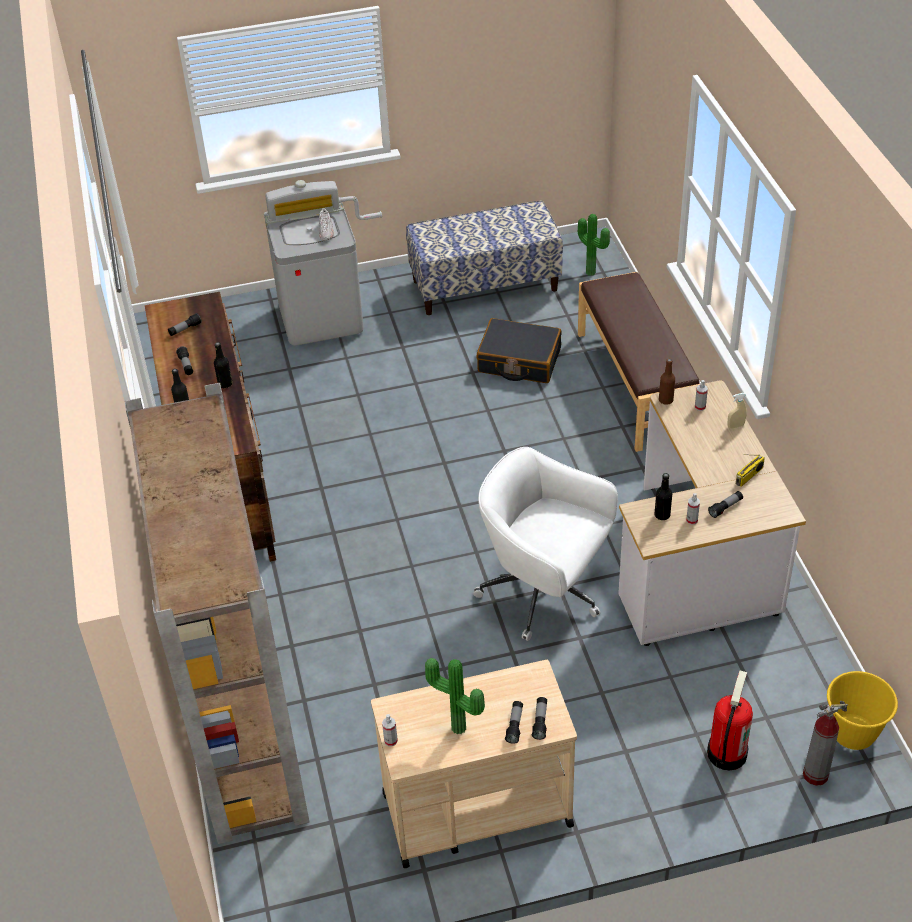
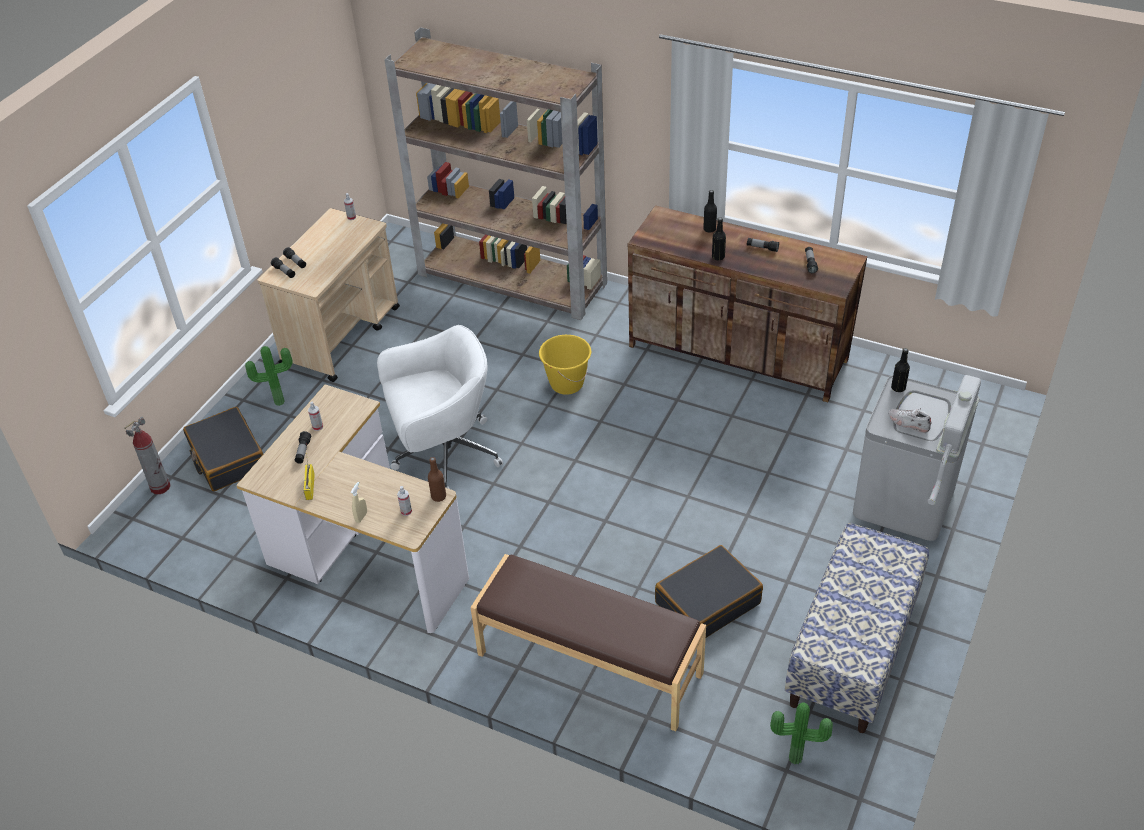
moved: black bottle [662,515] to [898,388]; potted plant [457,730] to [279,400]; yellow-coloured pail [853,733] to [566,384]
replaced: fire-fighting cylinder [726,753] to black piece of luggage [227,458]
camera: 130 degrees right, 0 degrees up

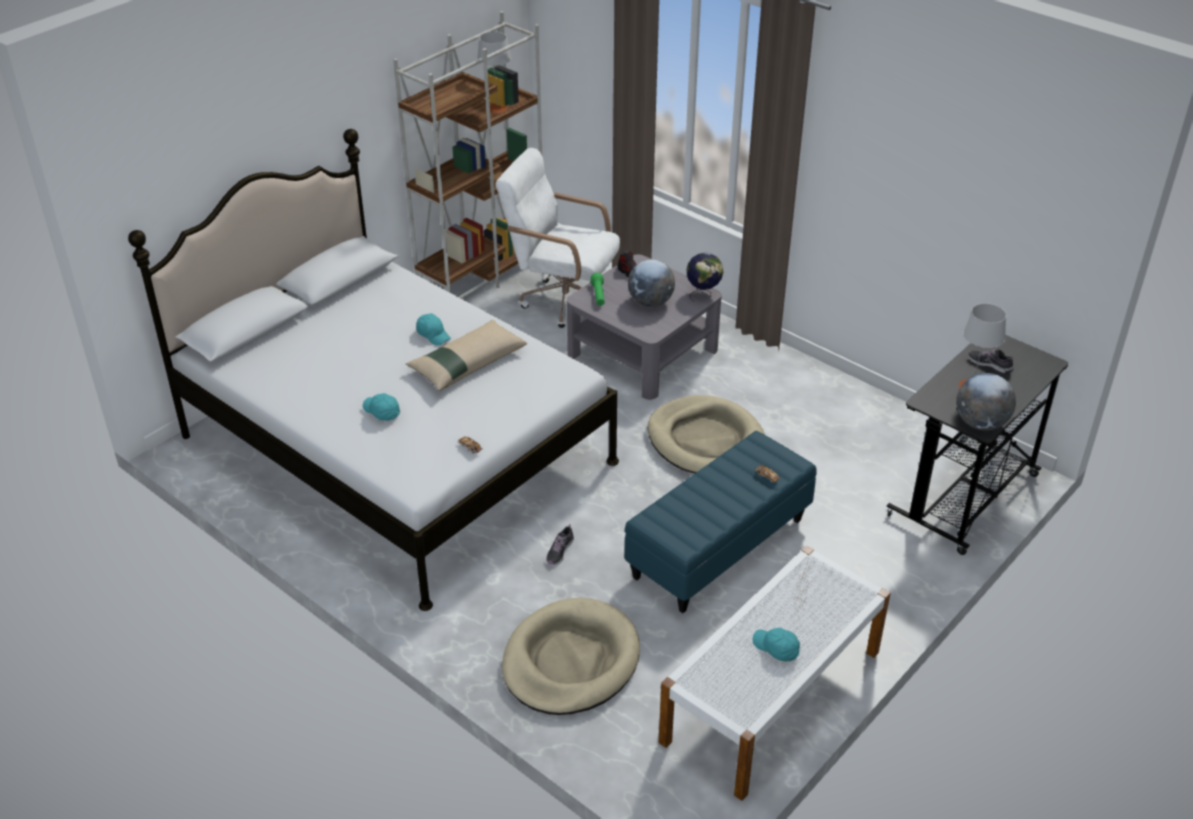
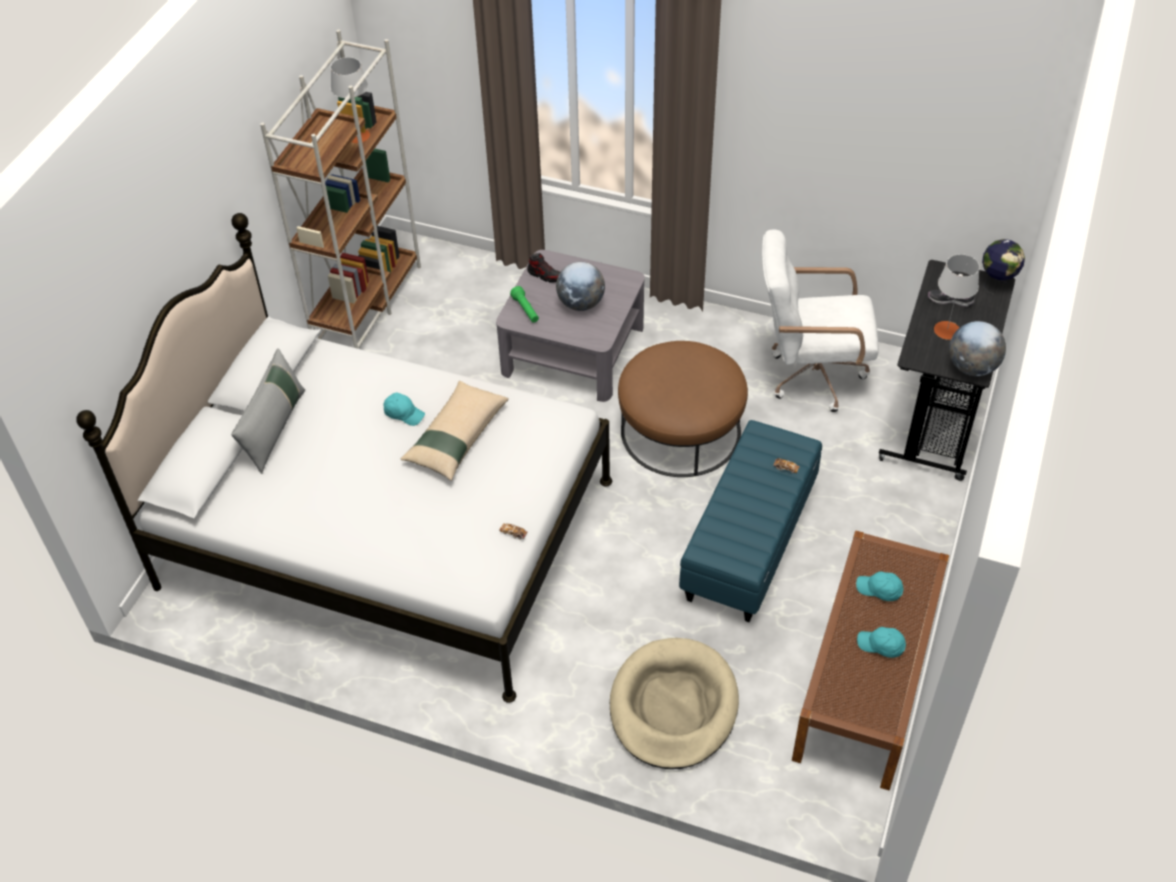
removed: shoe [559,551]
added: gray throw pillow [274,428]
moved: whitish computer chair [561,301] to [809,377]; world globe [703,294] to [997,283]; turquoise baseball cap [381,412] to [879,590]
replaced: beige-coloured dog bed [705,440] to brownish ottoman [680,430]
recoloured: whitish bench [773,697] to brownish bench [867,679]
camera: 20 degrees left, 10 degrees up

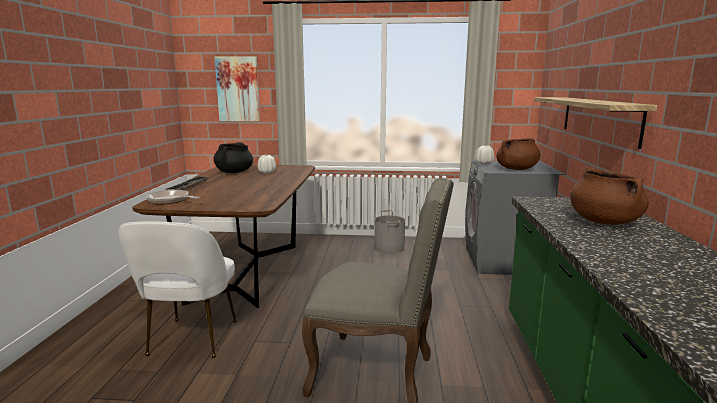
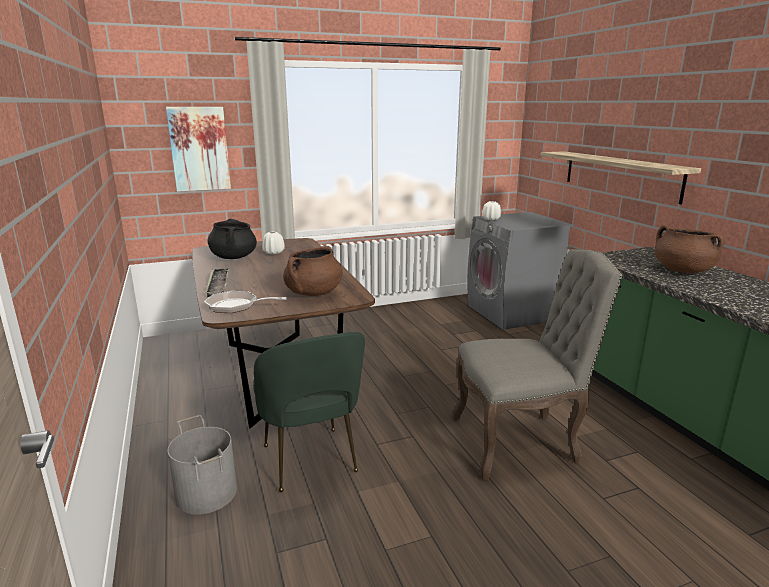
moved: brownish saucepot [516,169] to [313,293]; gray pail [389,248] to [207,492]
recoloured: whitish plain chair [190,342] to green-coloured plain chair [311,464]
camera: 25 degrees left, 5 degrees up

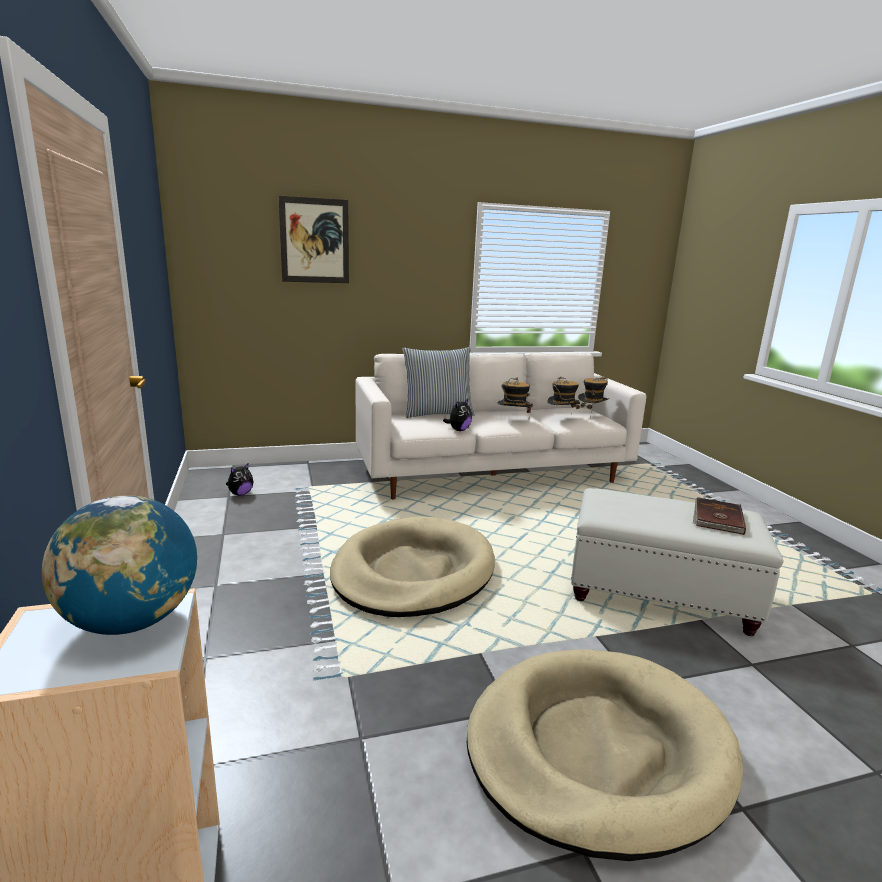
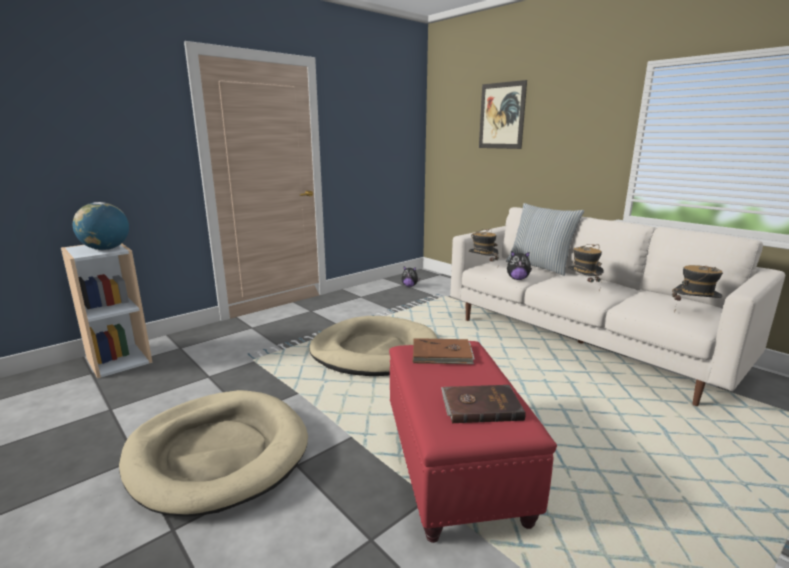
added: brownish volume [442,354]
moved: hat [561,418] to [482,267]
recoloured: whitish ottoman [660,594] to reddish ottoman [454,466]
camera: 65 degrees right, 0 degrees up

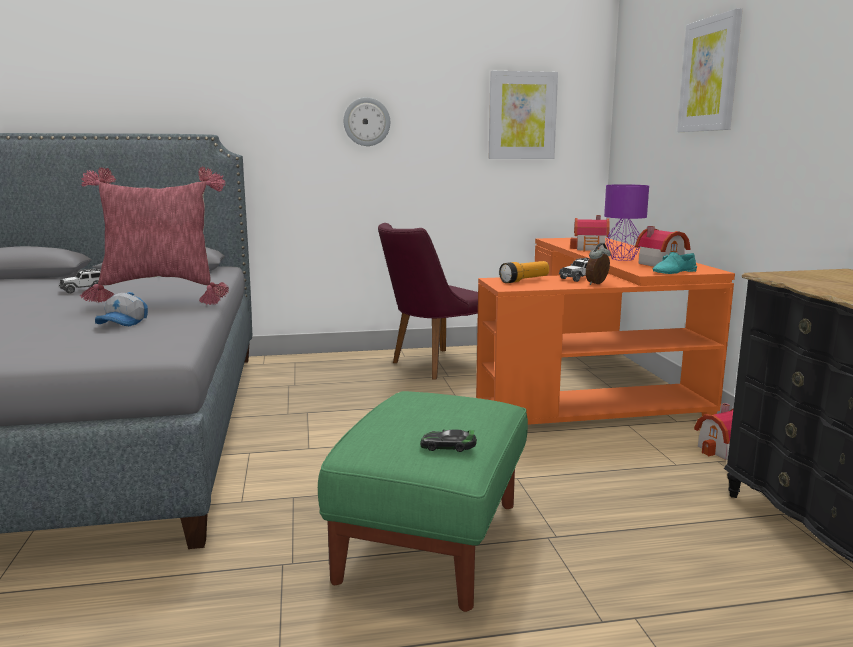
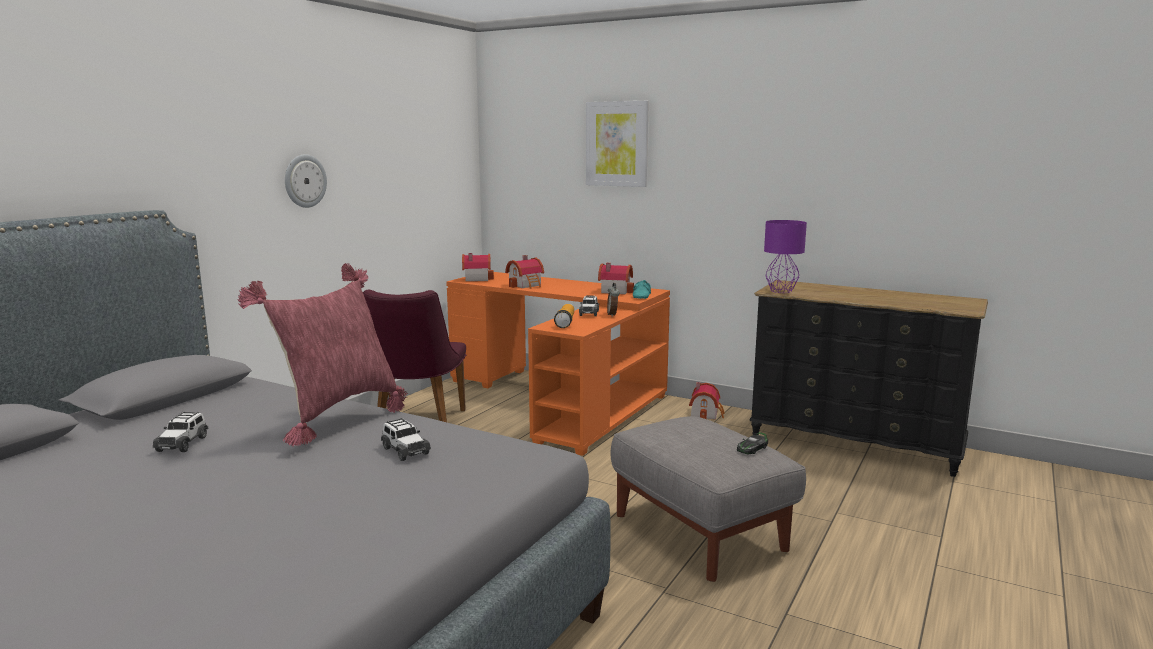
removed: picture [522,115]
added: model house [476,279]
moved: purple table lamp [622,259] to [780,291]
replaced: baseball cap [123,323] to miniature car [404,451]
recoloured: green-coloured ottoman [430,543] to gray ottoman [700,533]
camera: 50 degrees left, 0 degrees up

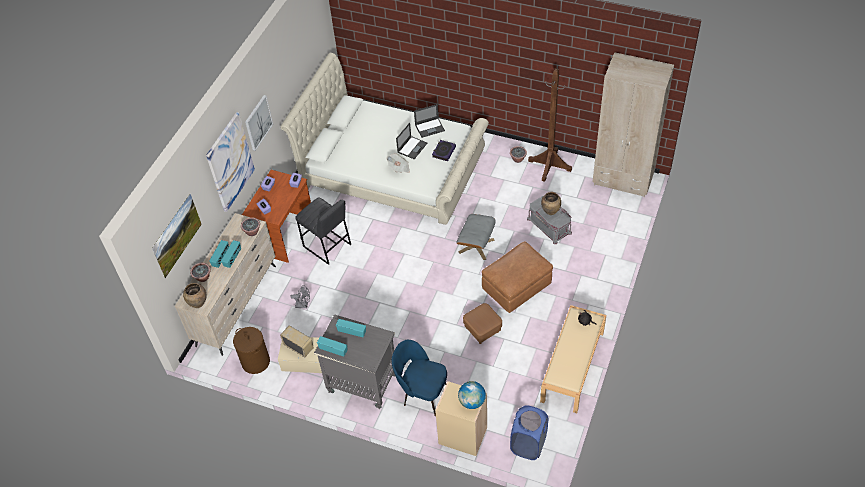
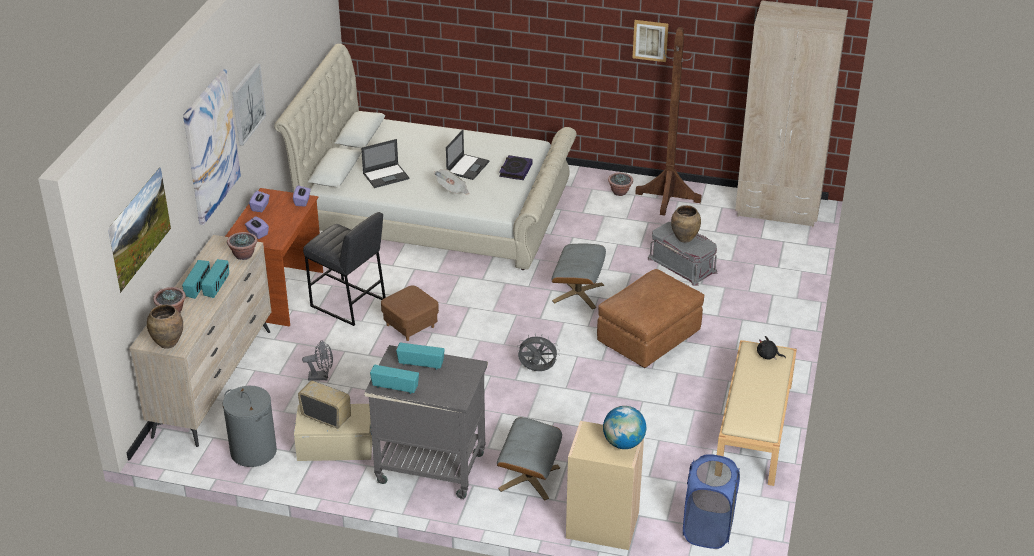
added: picture [650,40]; gray electric fan [537,370]
moved: portable computer [430,127] to [386,176]; brownish ottoman [482,330] to [410,326]
replaced: blue-coloured plain chair [422,395] to gray ottoman [529,478]
recoloured: brownish hamper [255,361] to gray hamper [253,451]
camera: 10 degrees left, 15 degrees down

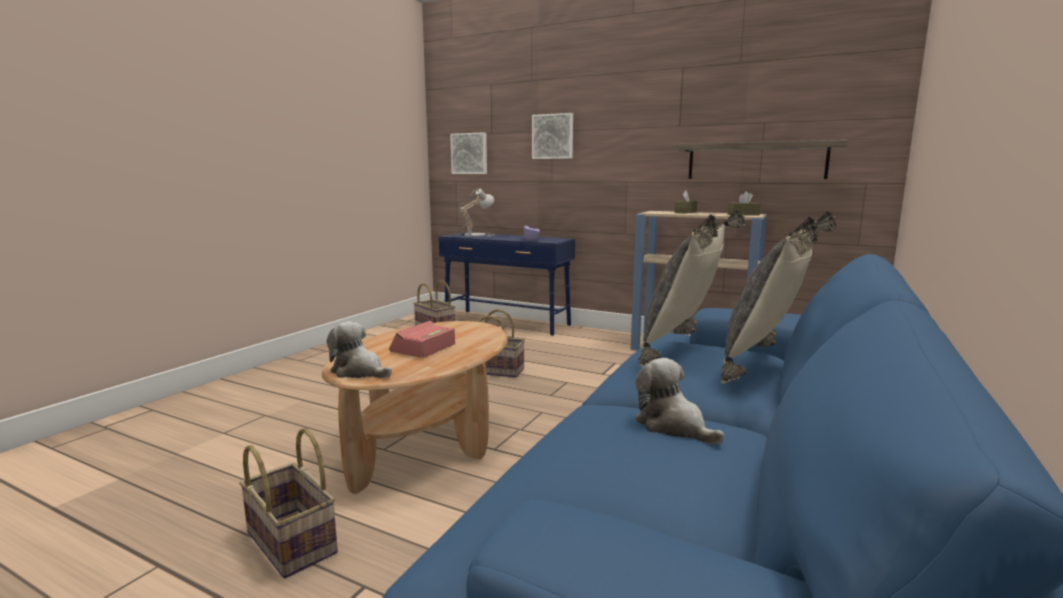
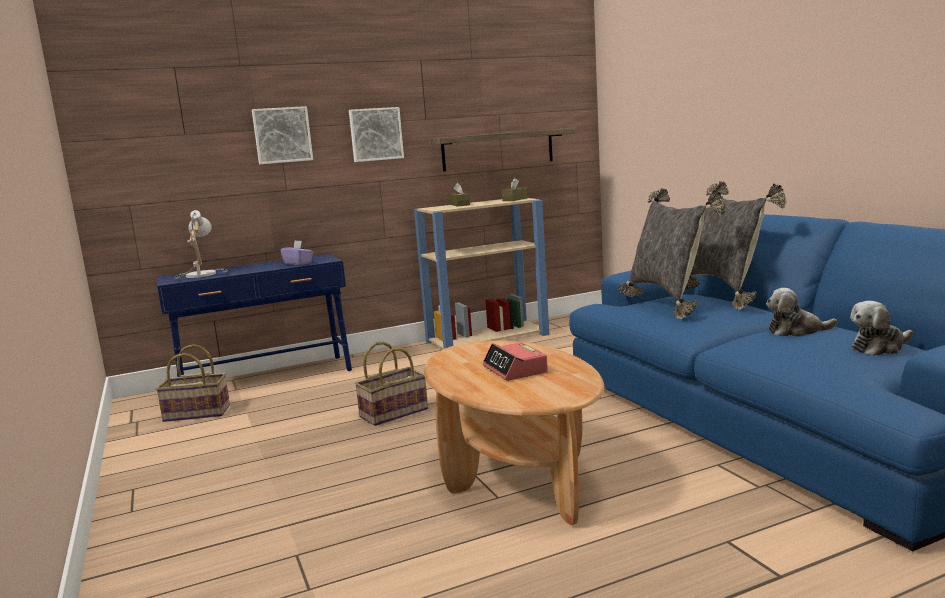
removed: household basket [293,542]
moved: picture [470,153] to [375,134]; soft toy [359,372] to [879,348]
camera: 50 degrees left, 0 degrees up

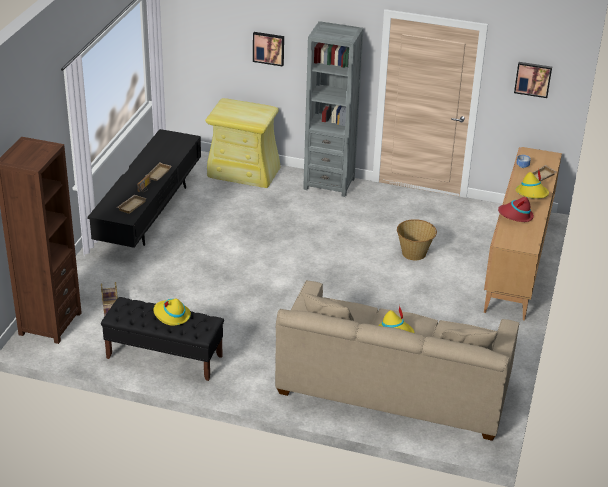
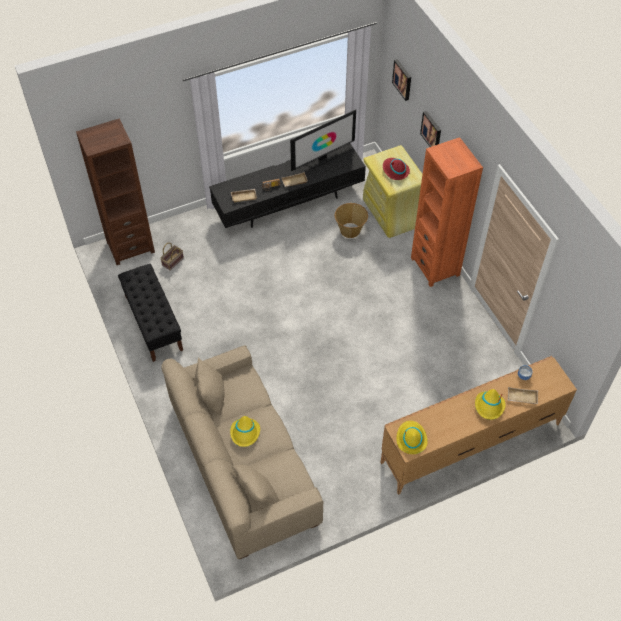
added: television [322,158]
moved: picture [533,79] to [403,79]; reddish hat [515,215] to [395,170]; household basket [414,253] to [350,230]; yellow-coloured hat [171,315] to [411,439]
recoloured: gray bookshelf [329,184] to orange-coloured bookshelf [435,266]
camera: 50 degrees right, 20 degrees up

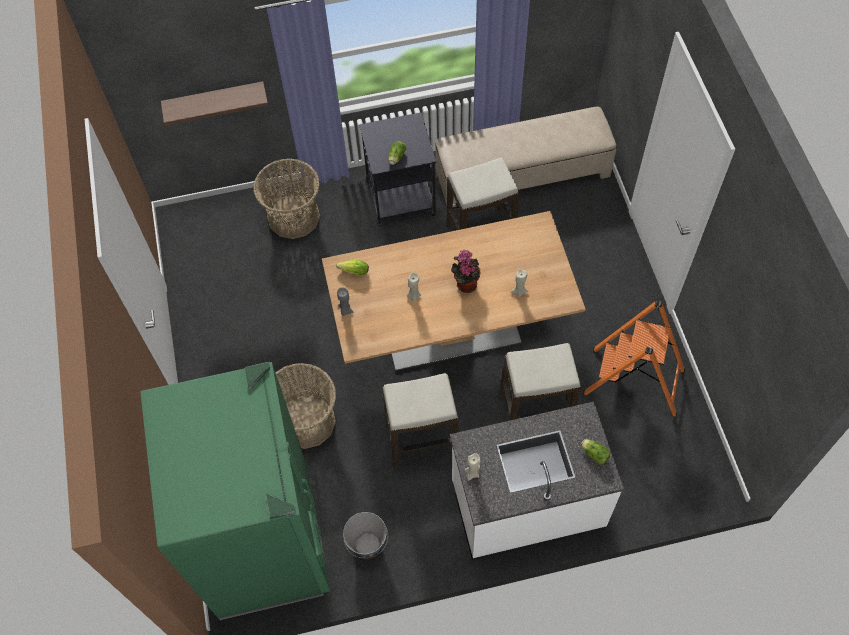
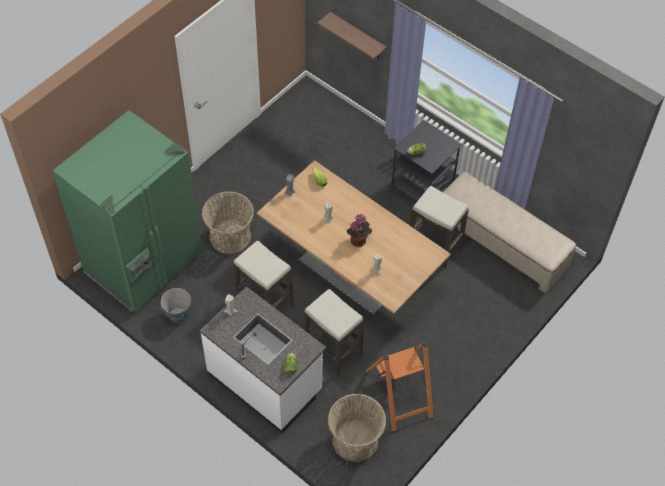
moved: household basket [293,217] to [355,440]
camera: 50 degrees right, 5 degrees down

